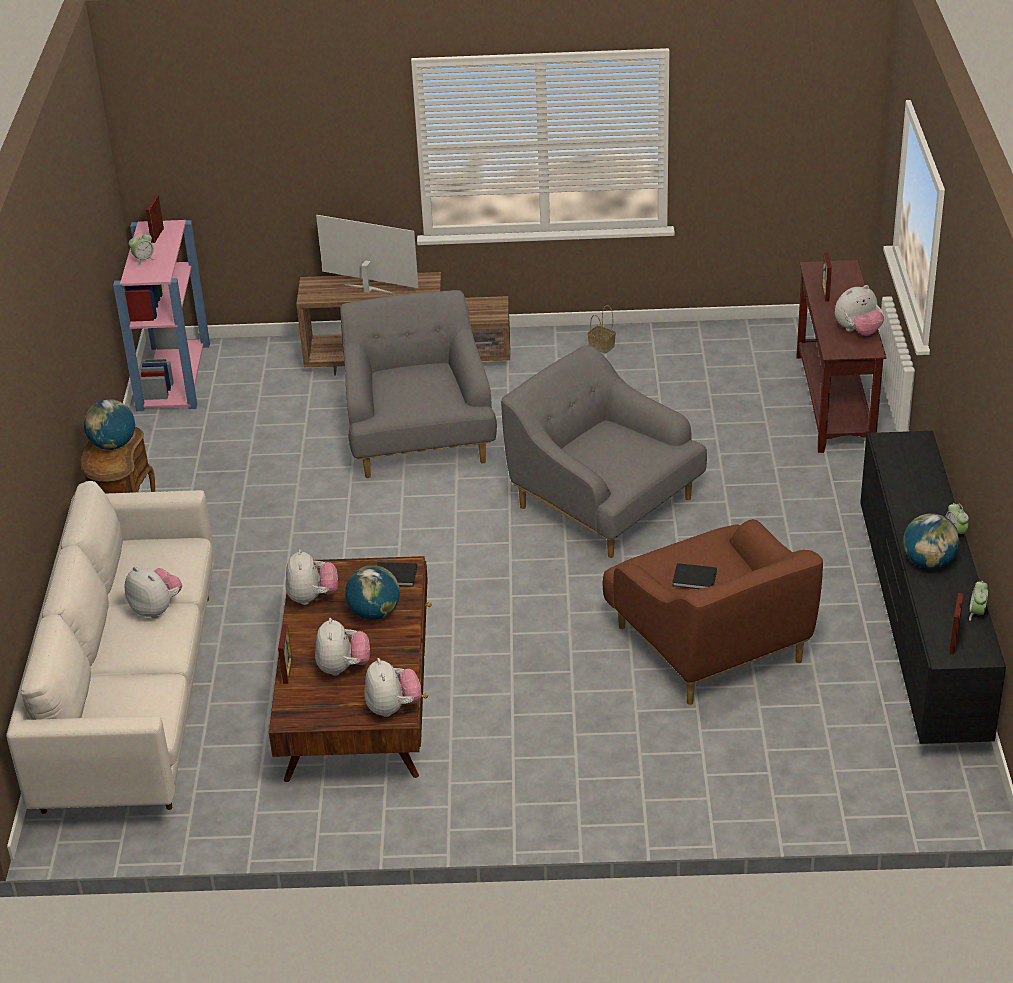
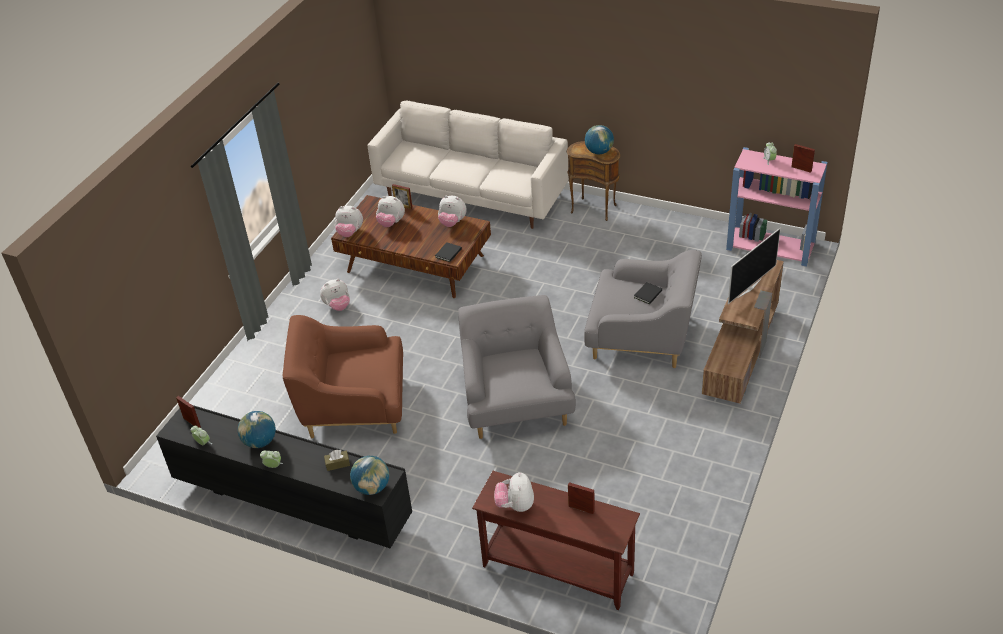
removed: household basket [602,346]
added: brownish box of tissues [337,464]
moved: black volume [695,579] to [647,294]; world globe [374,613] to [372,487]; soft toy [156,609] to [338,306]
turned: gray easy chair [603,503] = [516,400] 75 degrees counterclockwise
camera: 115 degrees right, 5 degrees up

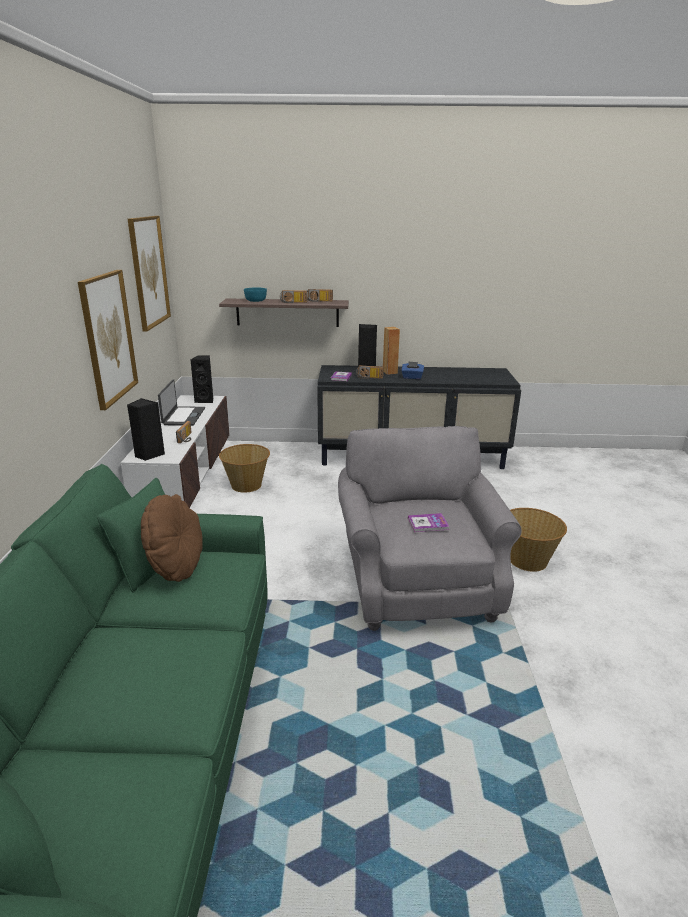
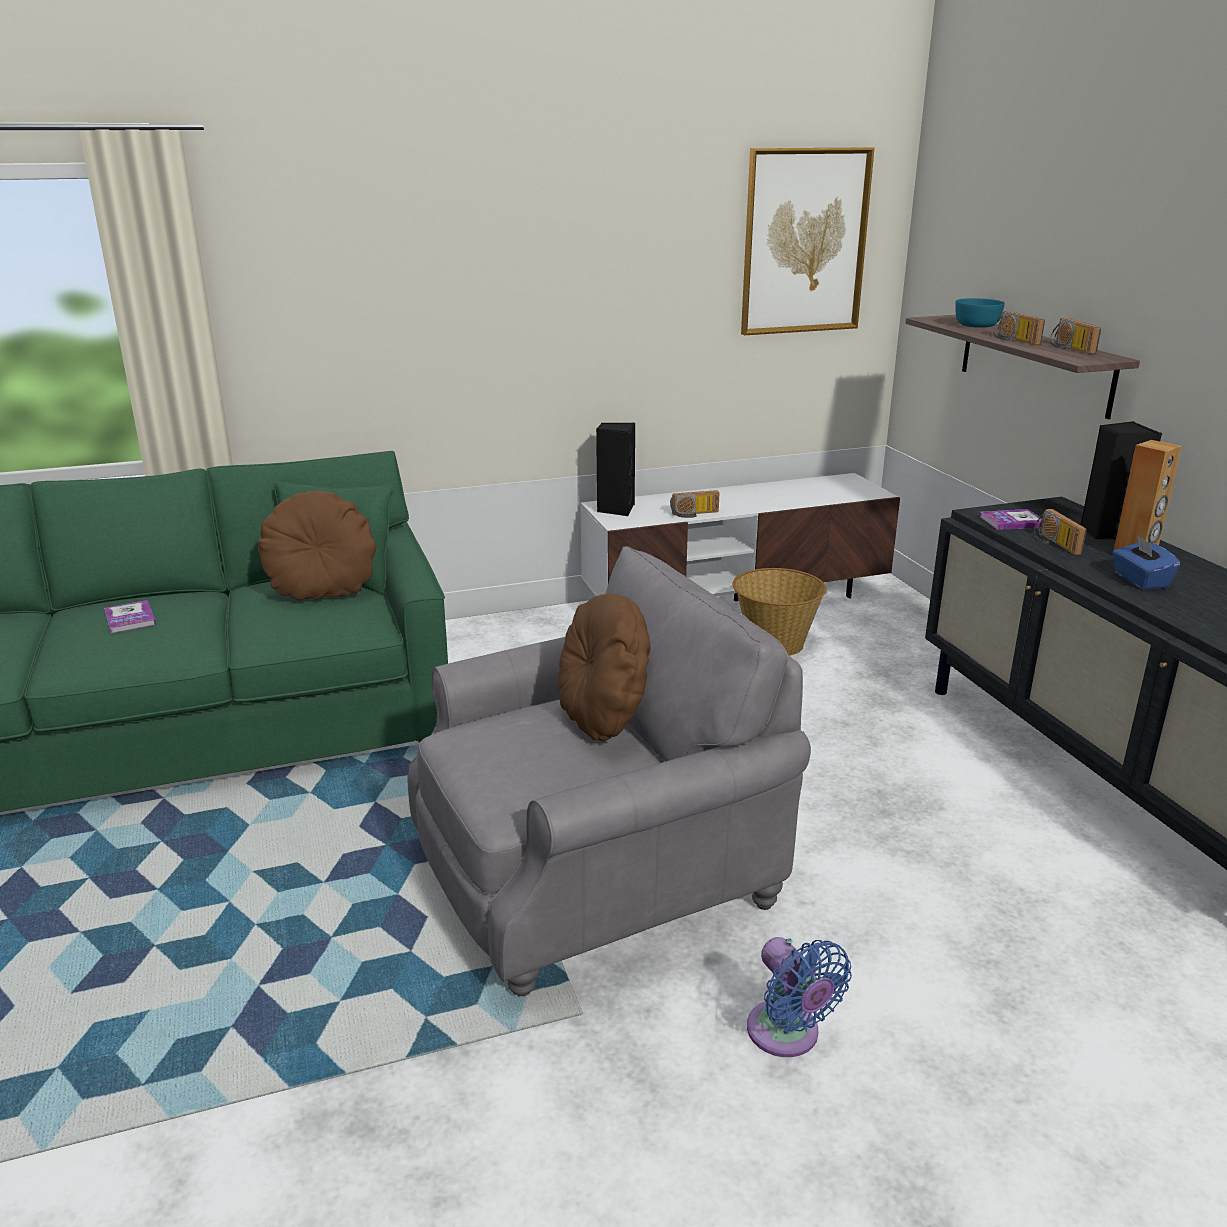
removed: picture [108,338]; black speaker [205,400]; portable computer [183,416]
added: brownish throw pillow [603,721]
moved: volume [428,524] to [130,618]
replaced: household basket [527,560] to blue-coloured electric fan [787,1035]
camera: 70 degrees right, 0 degrees up

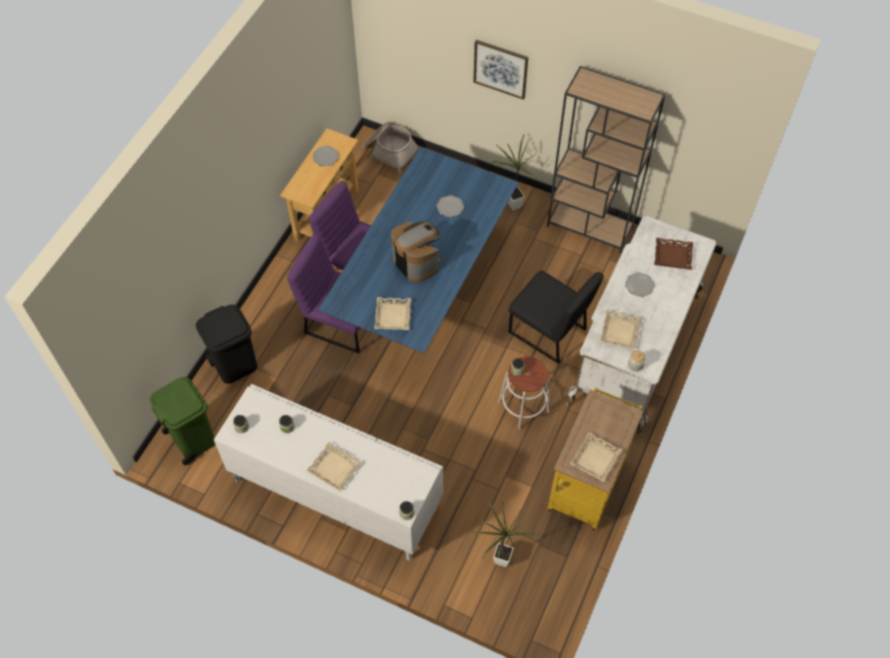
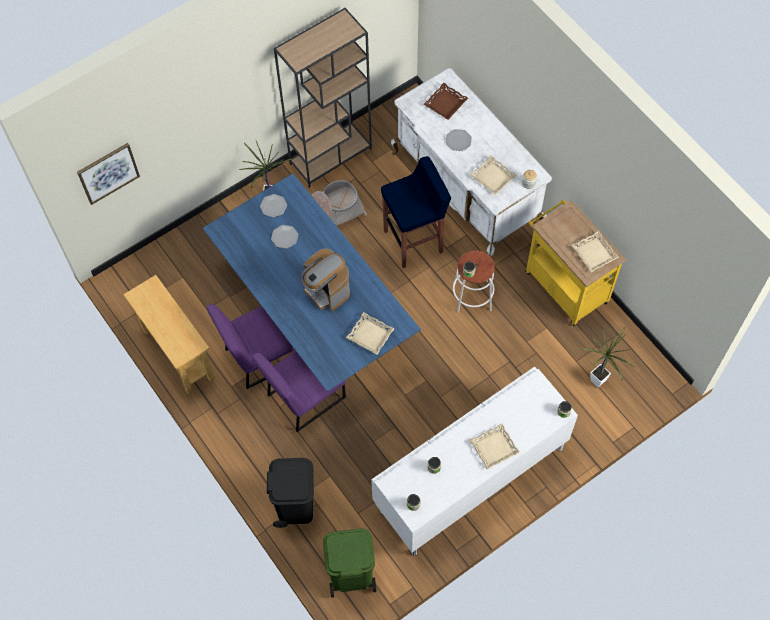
moved: picture [500,68] to [108,173]; household basket [389,151] to [334,211]; flat dish [325,156] to [273,206]
replaced: black plain chair [549,332] to blue-coloured stool seat [414,241]
turned: coffee machine [416,262] = [326,291] 120 degrees counterclockwise
camera: 60 degrees left, 5 degrees up

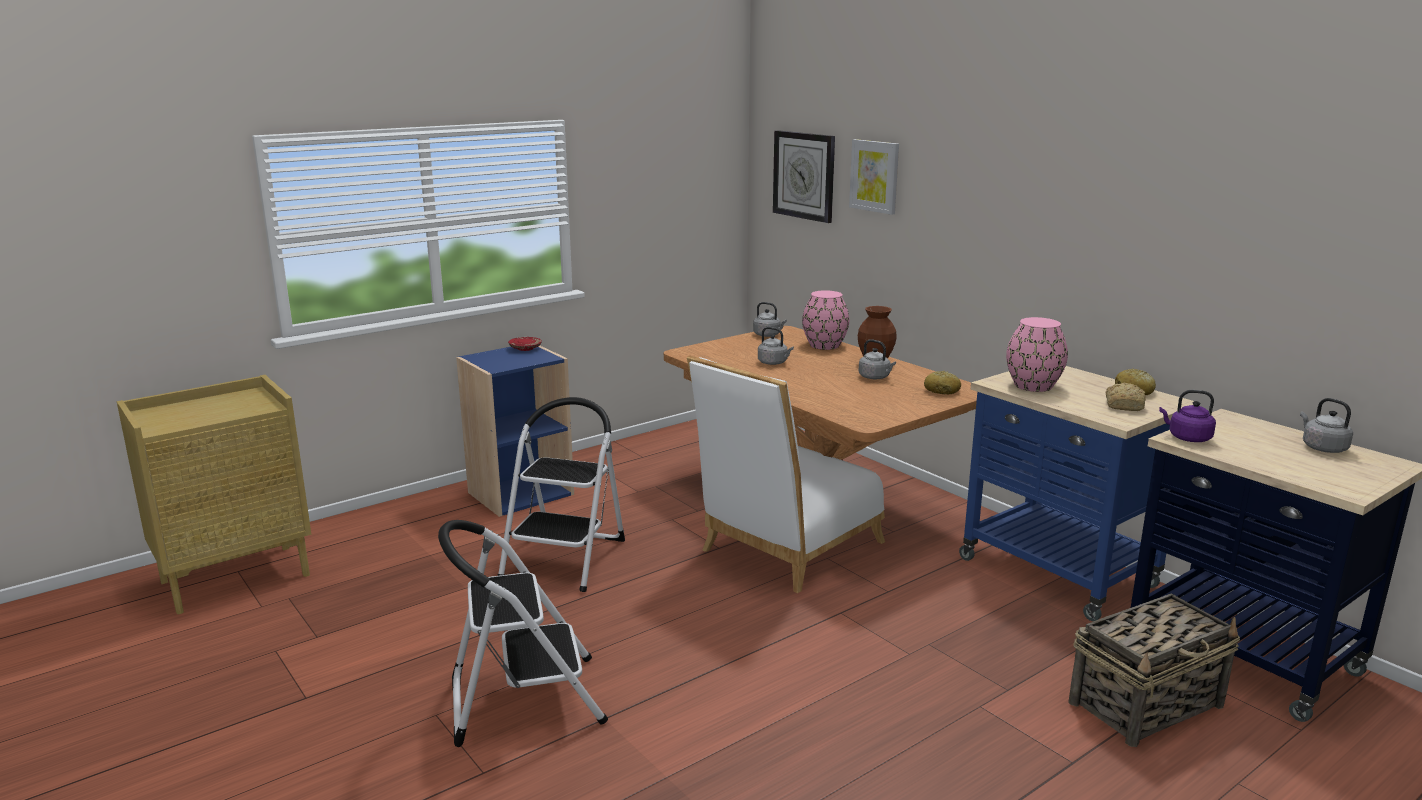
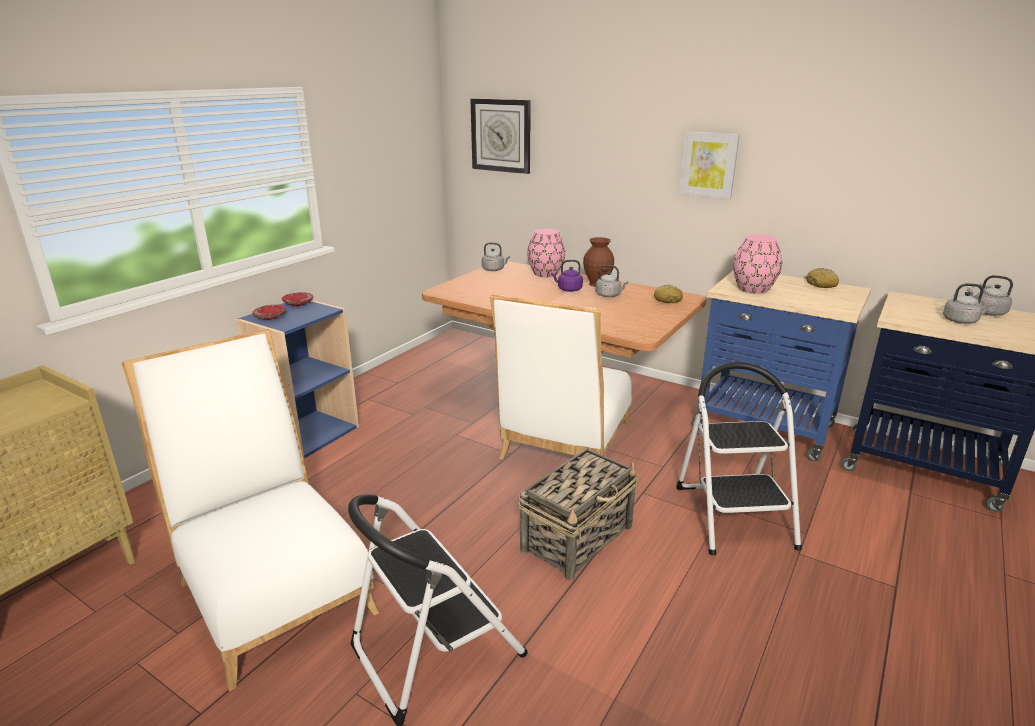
removed: bread [1124,405]
added: reddish flat dish [270,317]; whitish plain chair [272,588]
moved: picture [875,176] to [708,164]; gray water kettle [774,363] to [962,321]; purple water kettle [1187,438] to [568,289]; step stool [566,558] to [733,514]; household basket [1147,704] to [578,537]
camera: 20 degrees left, 5 degrees up

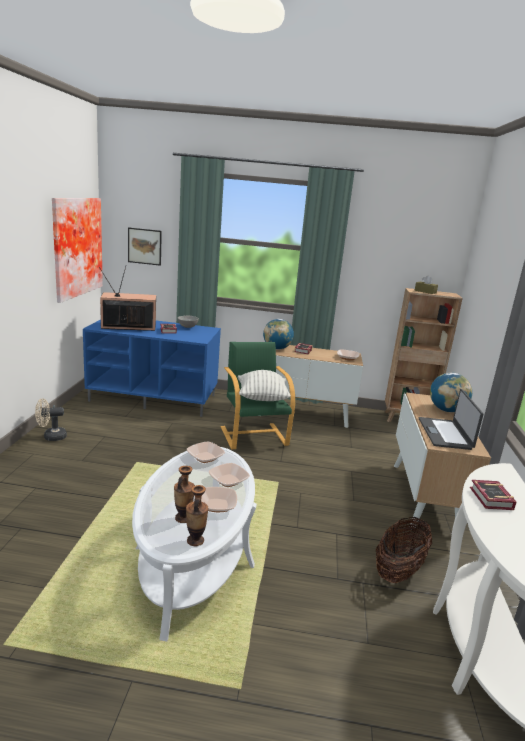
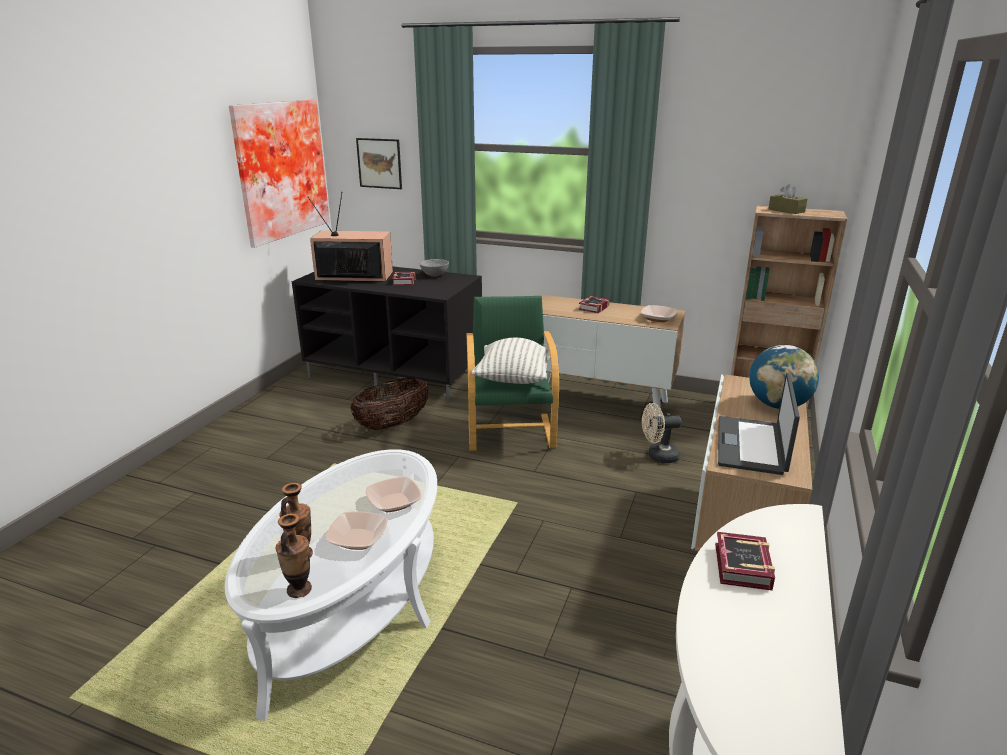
removed: world globe [277,348]; serving bowl [205,457]
moved: beige-coloured electric fan [51,437] to [658,456]; household basket [399,570] to [392,424]
recoloured: blue-coloured tv stand [155,398] to black tv stand [396,374]
camera: 15 degrees right, 5 degrees up

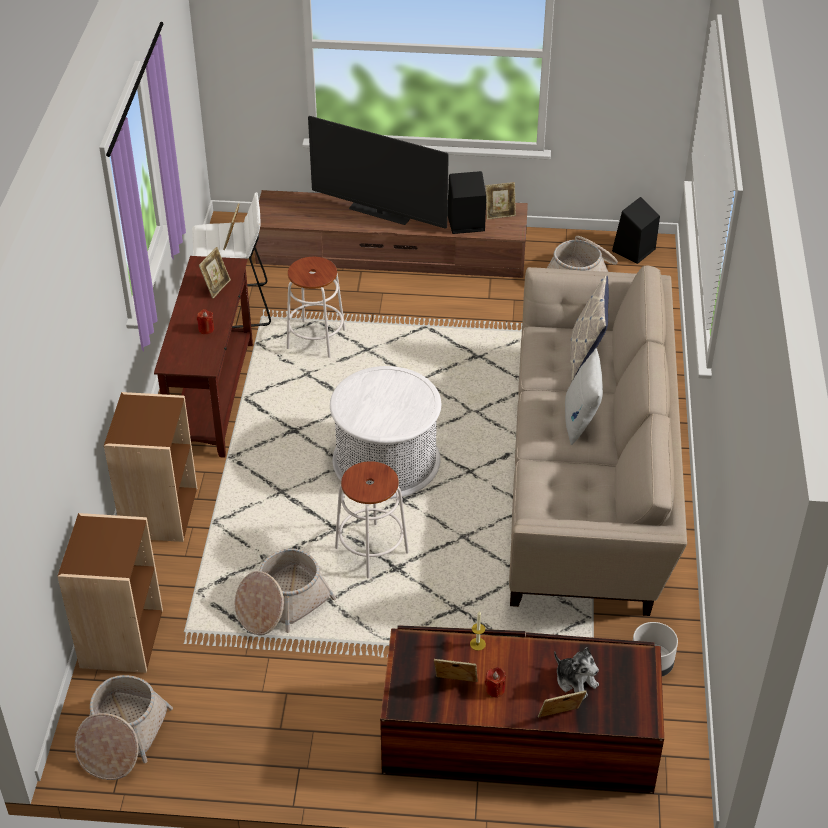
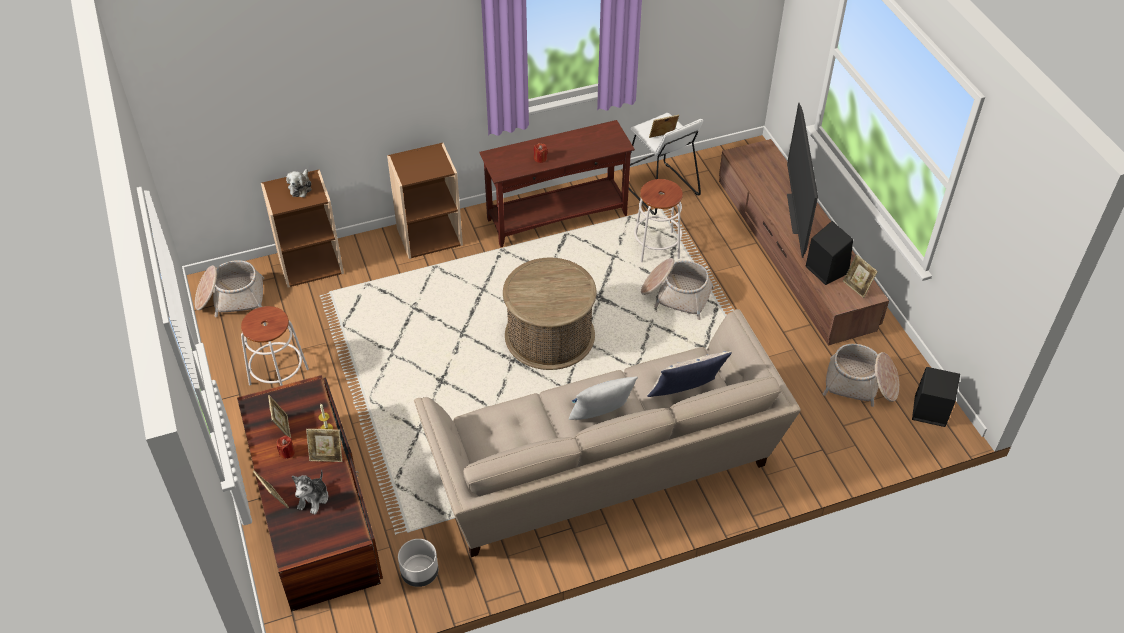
added: soft toy [301,187]
moved: picture frame [216,287] to [327,456]; whitish stool seat [371,550] to [279,376]; household basket [282,604] to [675,295]
recoloured: whitish coffee table [386,460] to brownish coffee table [549,335]
camera: 65 degrees right, 5 degrees up

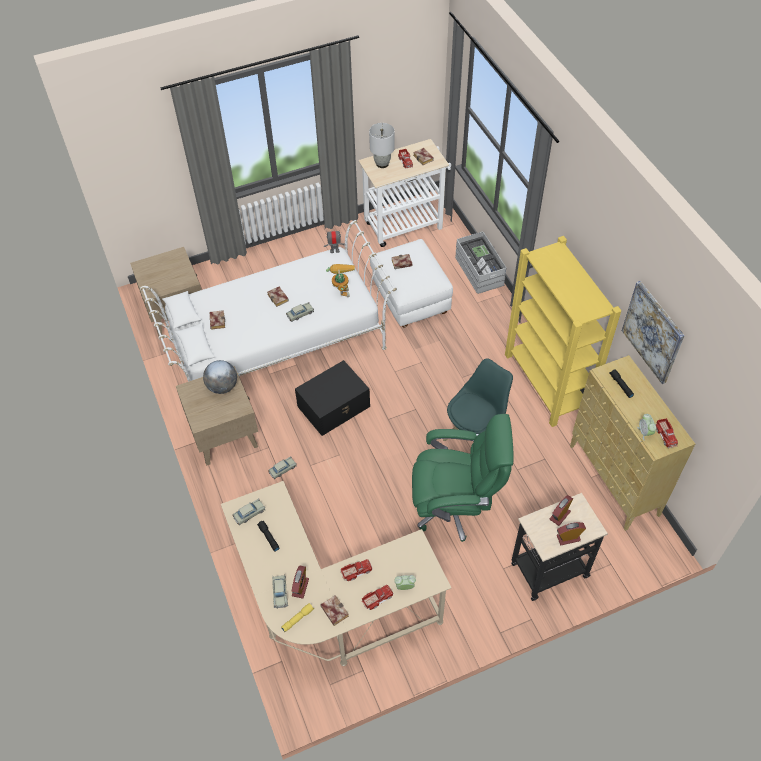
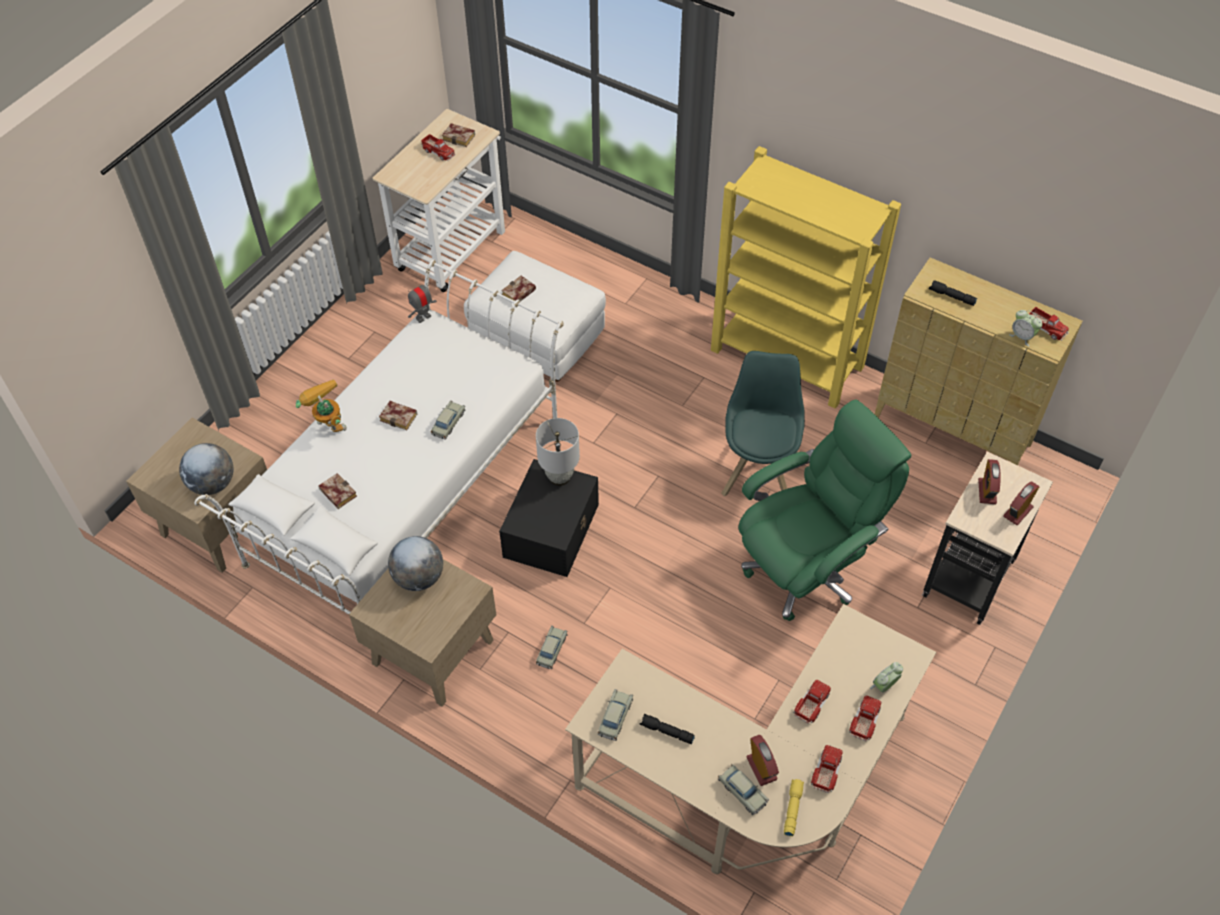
removed: gray storage box [480,270]; picture [653,332]
added: world globe [212,484]
moved: whitish table lamp [382,164] to [559,477]; robot figure [341,289] to [328,424]
replaced: volume [333,611] to toy truck [826,770]
camera: 35 degrees left, 0 degrees up

